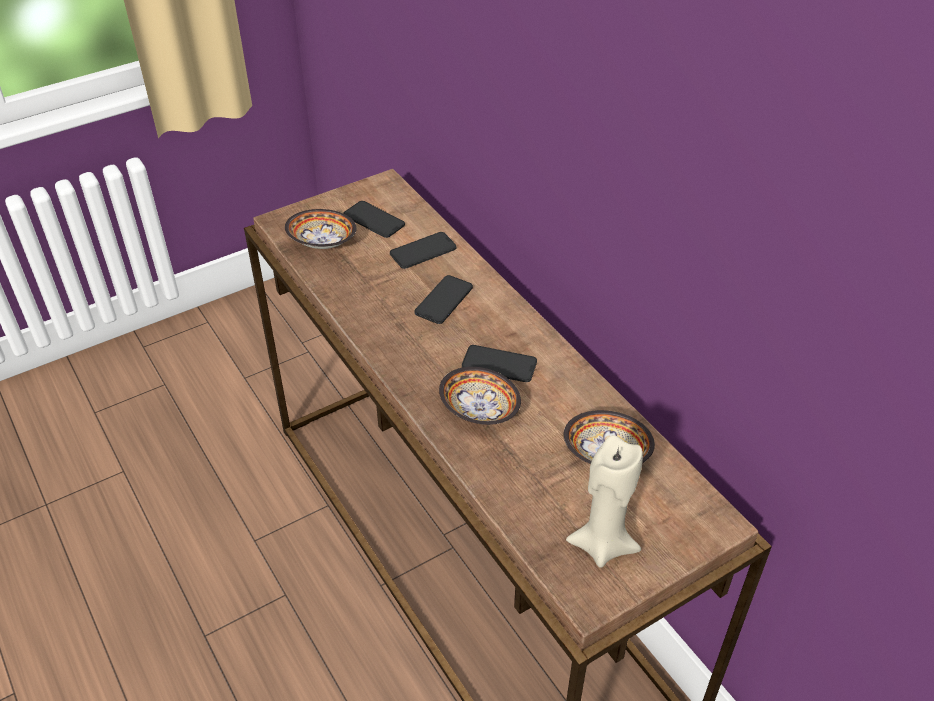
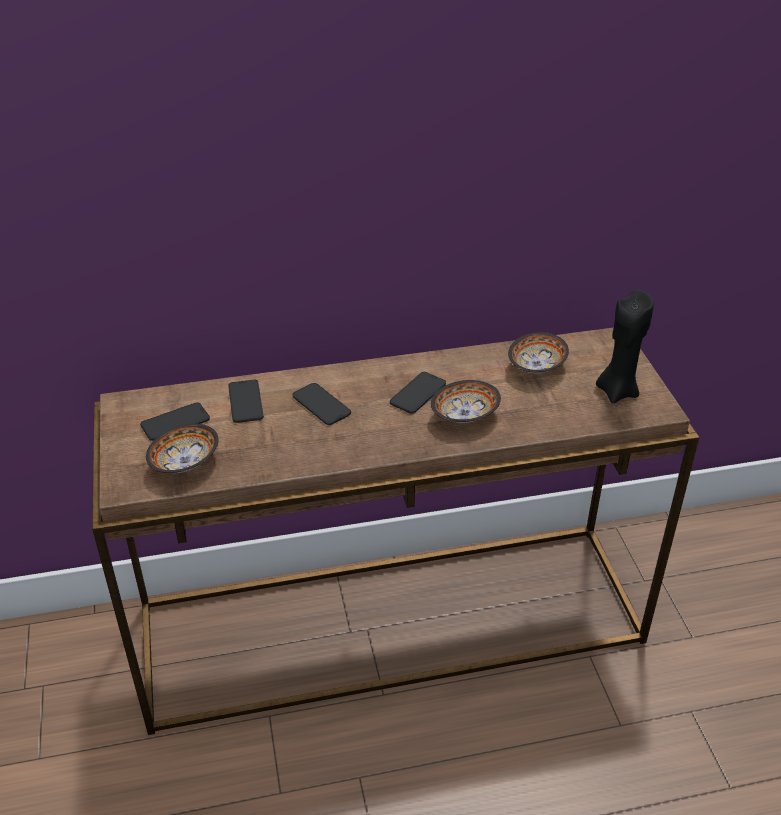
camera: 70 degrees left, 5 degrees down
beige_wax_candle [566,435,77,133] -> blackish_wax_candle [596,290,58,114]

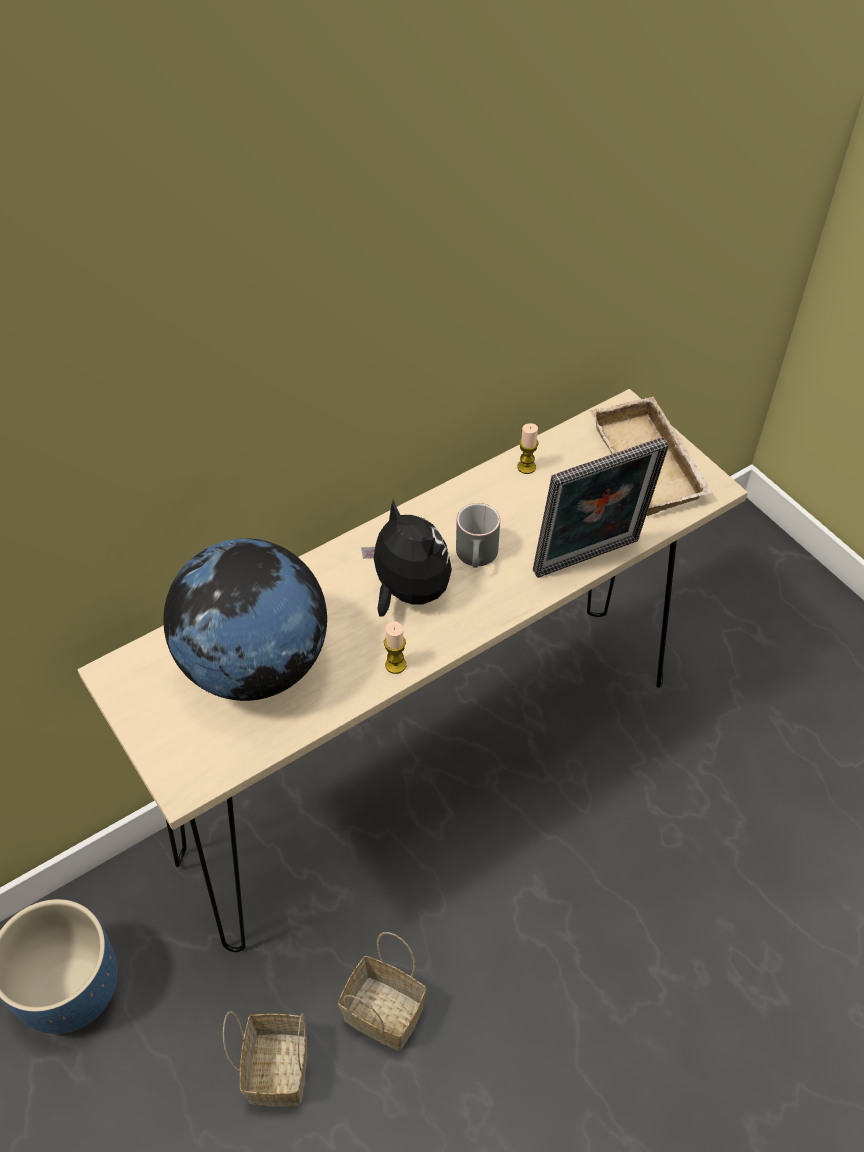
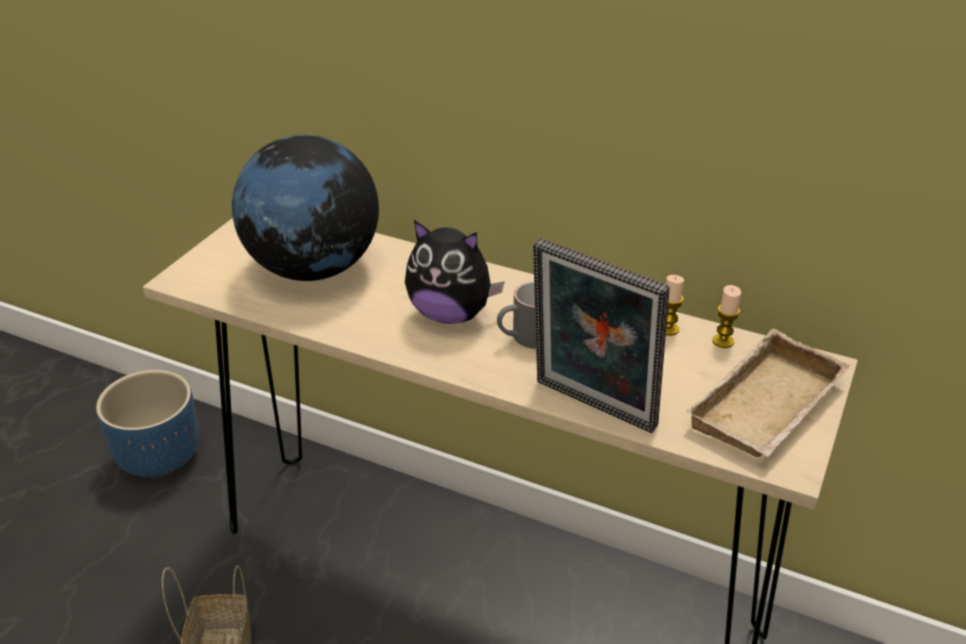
camera: 60 degrees right, 15 degrees down
soft_toy [361,500,91,117] -> soft_toy [405,220,100,104], 90 degrees clockwise
wax_candle [384,621,22,53] -> wax_candle [713,285,28,63], move
household_basket [223,1011,84,96] -> none

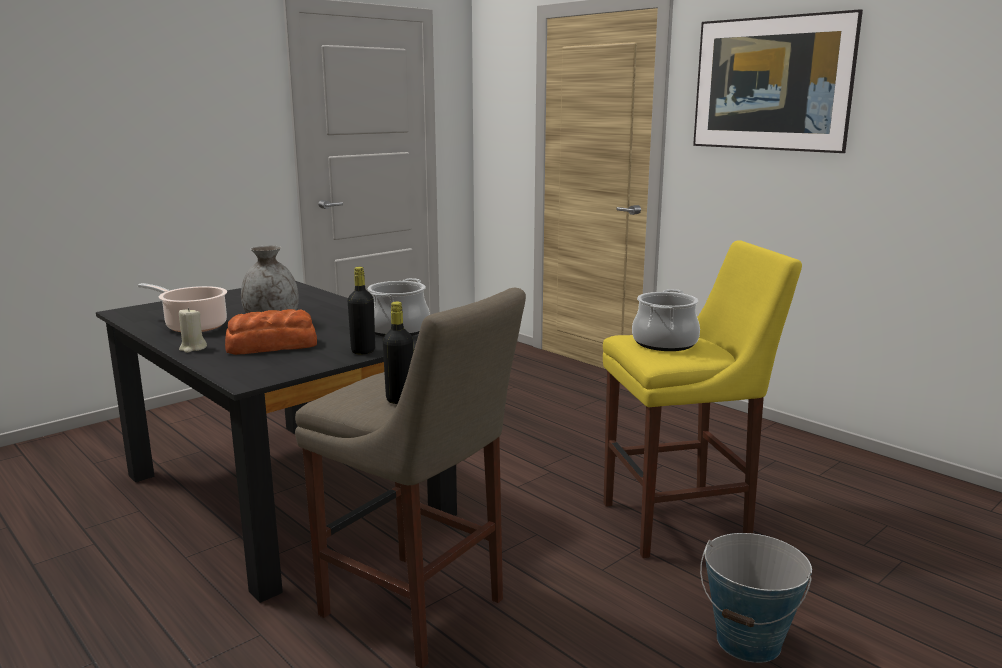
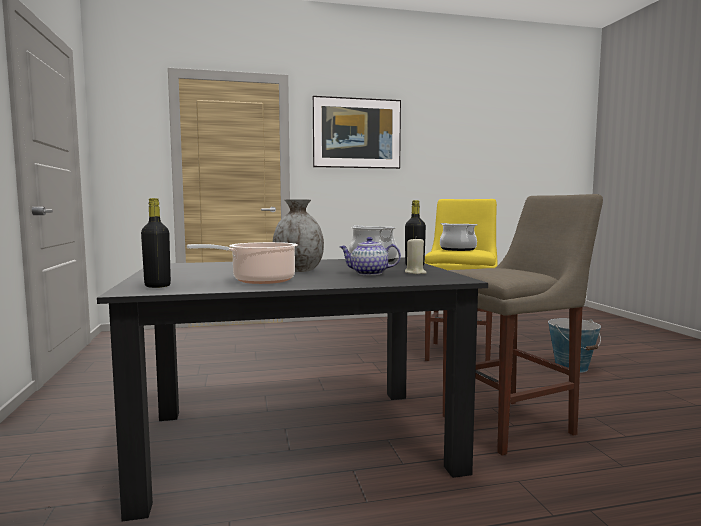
camera: 60 degrees left, 10 degrees down
blackish_beverage_bottle [383,302,30,102] -> blackish_beverage_bottle [141,198,30,90], move
beige_wax_candle [179,308,28,45] -> beige_wax_candle [405,237,22,37], move
bread [225,309,92,46] -> pot_for_tea [340,237,61,38]

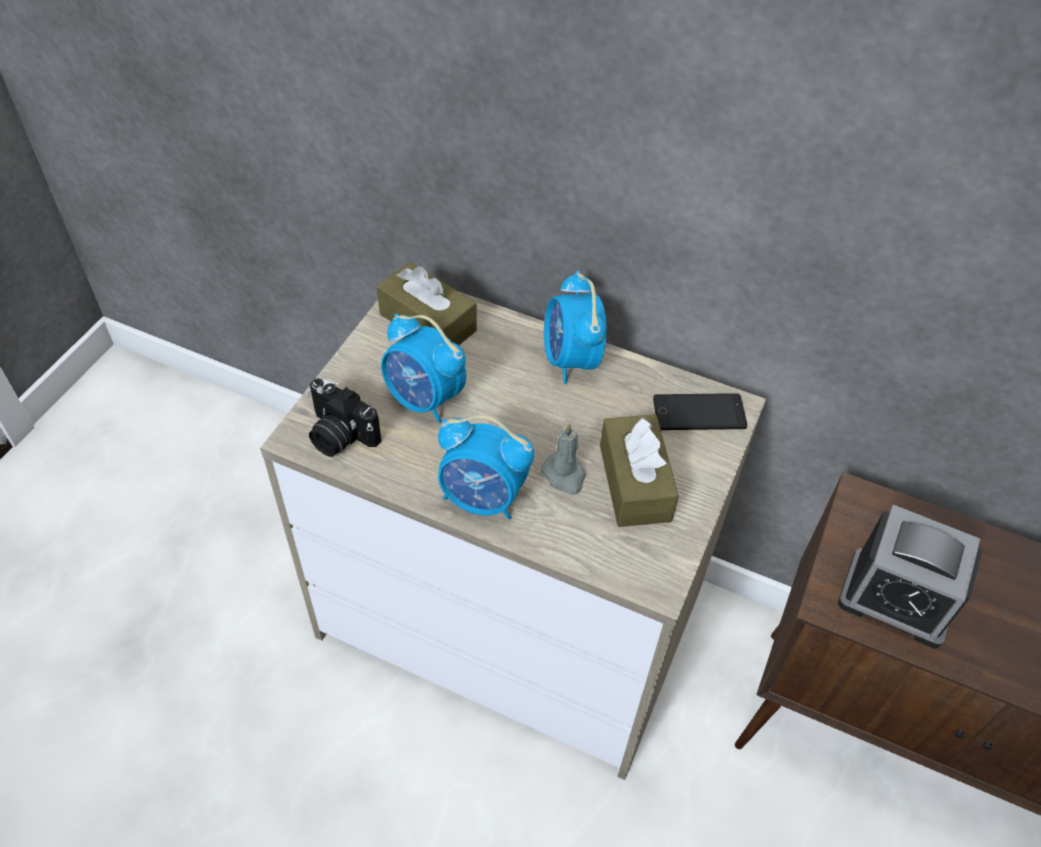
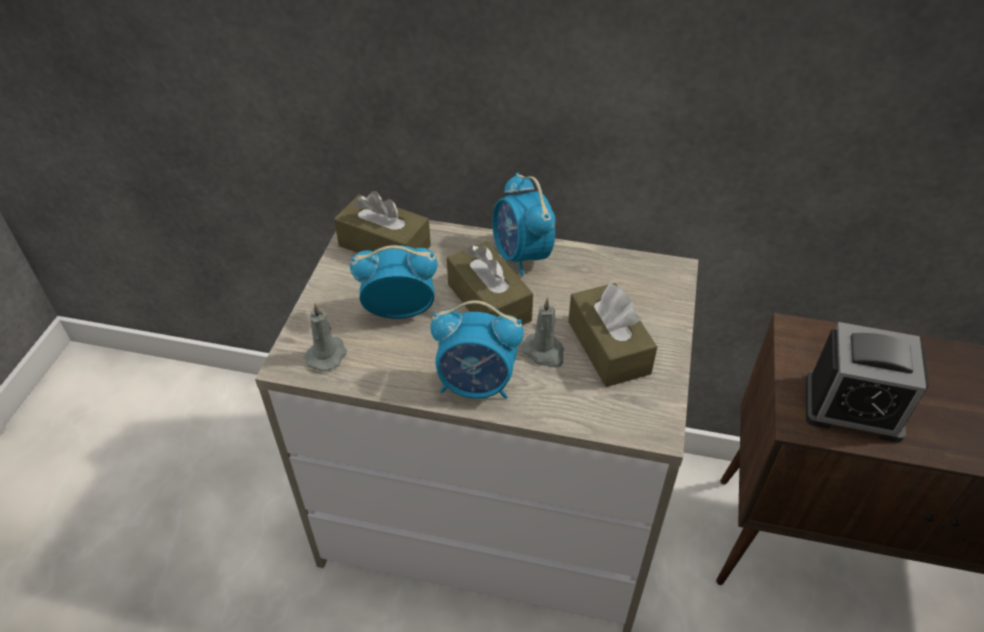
camera: 10 degrees left, 5 degrees down
bedside_clock [381,313,85,110] -> bedside_clock [350,245,87,74], 150 degrees clockwise
still_camera [307,378,74,79] -> grey_wax_candle [305,303,42,69]
handset [653,393,94,37] -> none
none -> brown_tissue_box [447,241,86,84]

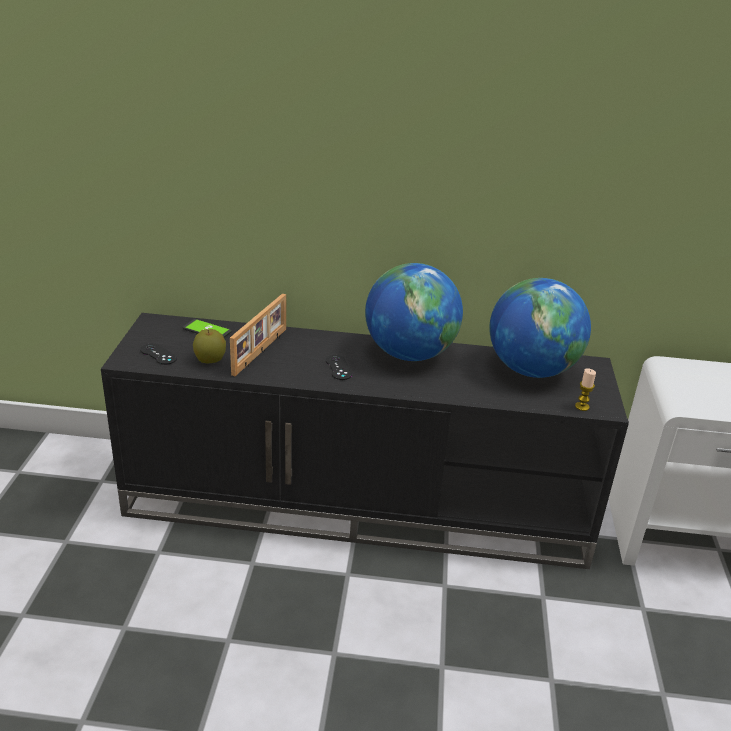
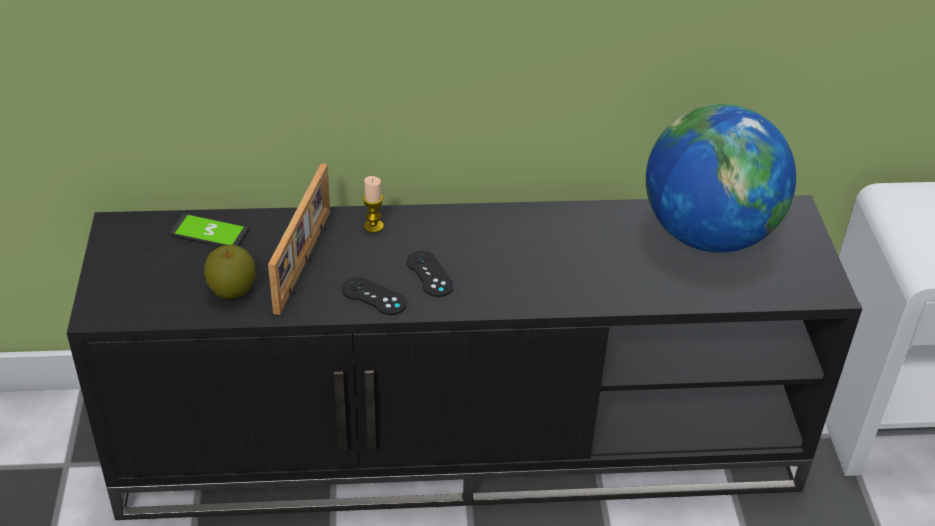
camera: 10 degrees left, 10 degrees up
desk_globe [365,263,98,98] -> none
blackish_gamepad [140,344,37,21] -> blackish_gamepad [342,277,65,38], move
wax_candle [575,368,21,43] -> wax_candle [363,176,21,57], move

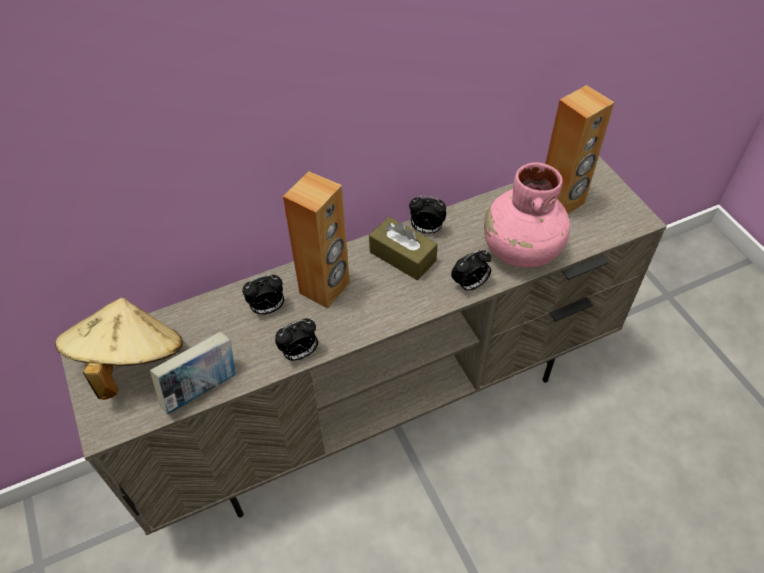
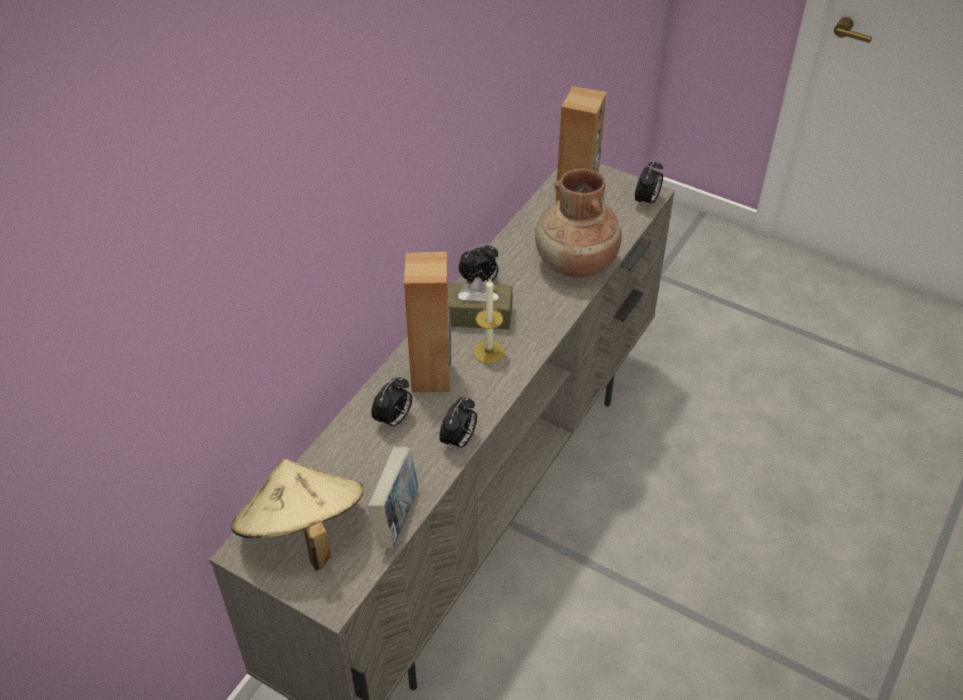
camera: 35 degrees left, 5 degrees down
pink-coloured_flower_vase [484,162,86,106] -> brown_flower_vase [535,169,87,109]
bedside_clock [451,250,41,41] -> bedside_clock [635,160,28,49], move
none -> wax_candle [474,278,31,86]

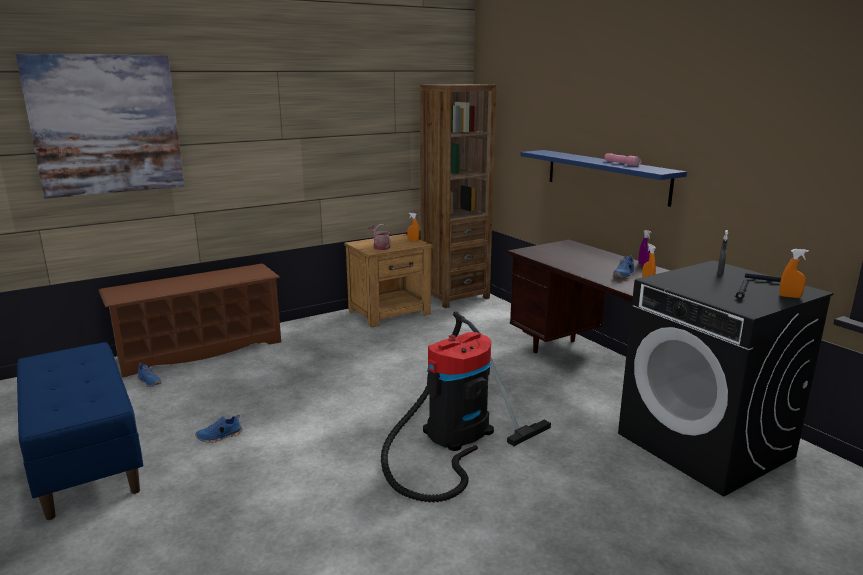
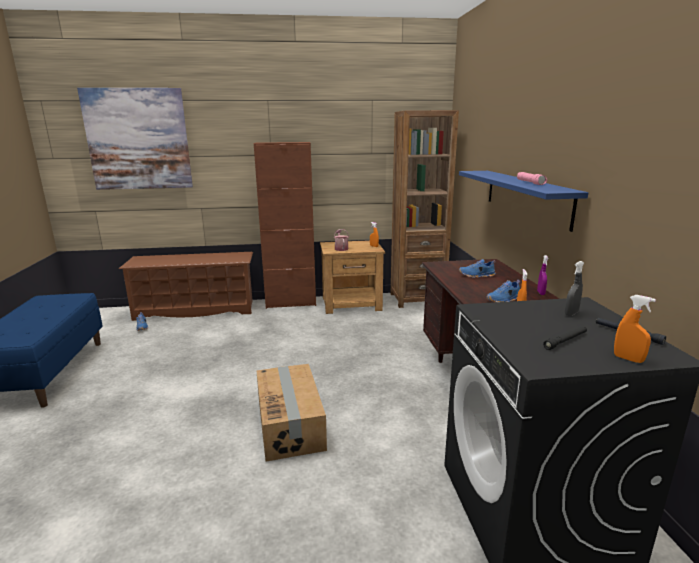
camera: 25 degrees right, 0 degrees up
vacuum_cleaner [381,312,170,191] -> cardboard_box [257,364,70,98]
bluish_shoe [195,414,47,29] -> bluish_shoe [459,259,37,19], move
none -> brown_cupboard [254,142,62,167]

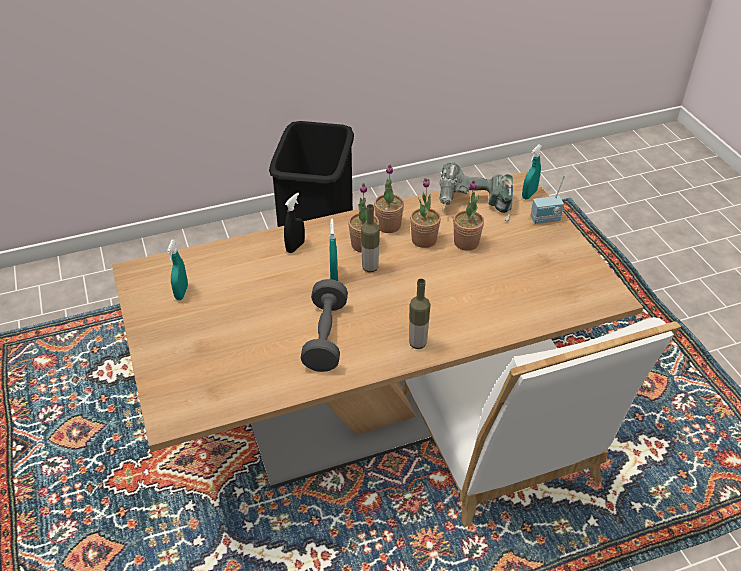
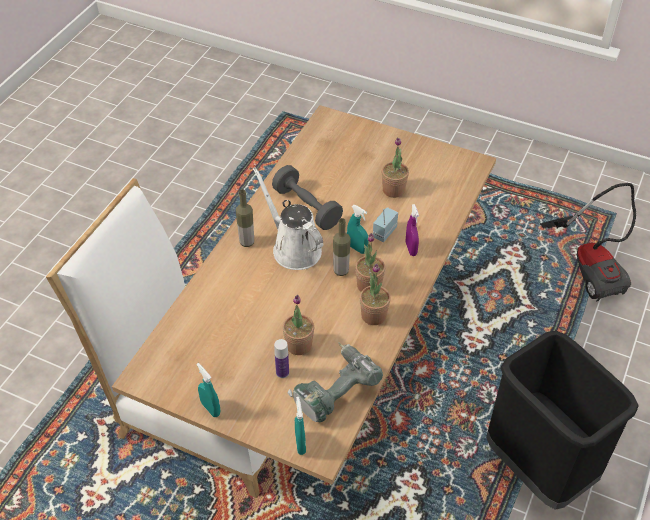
camera: 135 degrees right, 5 degrees up
radio_set [530,176,35,48] -> radio_set [373,207,25,35], move
potted_plant [410,178,31,70] -> potted_plant [381,138,28,60], move
blackish_spray_bottle [284,193,21,60] -> purple_spray_bottle [406,204,13,52]
turquoise_spray_bottle [167,239,21,61] -> turquoise_spray_bottle [196,363,25,54], move
none -> white_sprinkling_can [253,167,70,103]
none -> vacuum_cleaner [540,183,96,118]
none -> beverage_bottle [274,339,15,39]

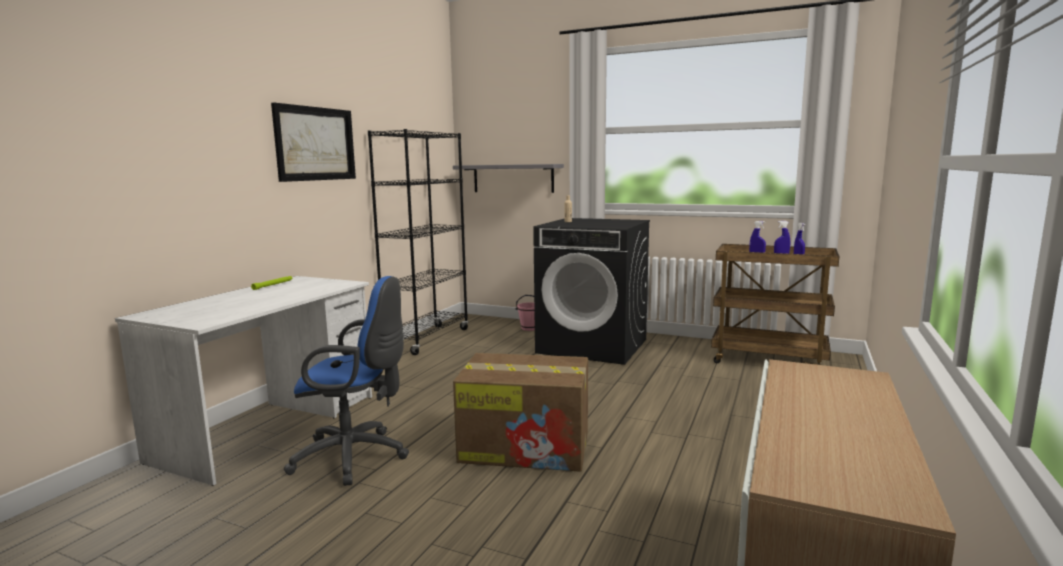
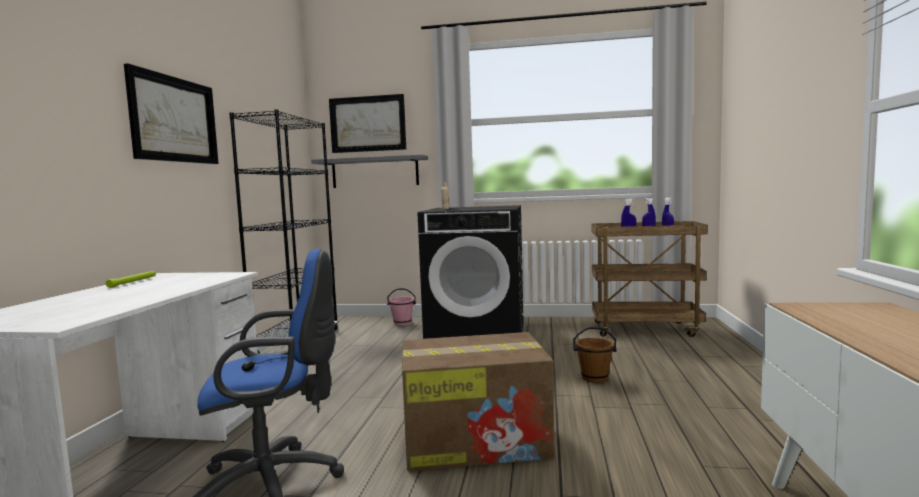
camera: 15 degrees left, 5 degrees down
none -> wall_picture [329,94,77,59]
none -> brown_water_bucket [573,327,44,56]

